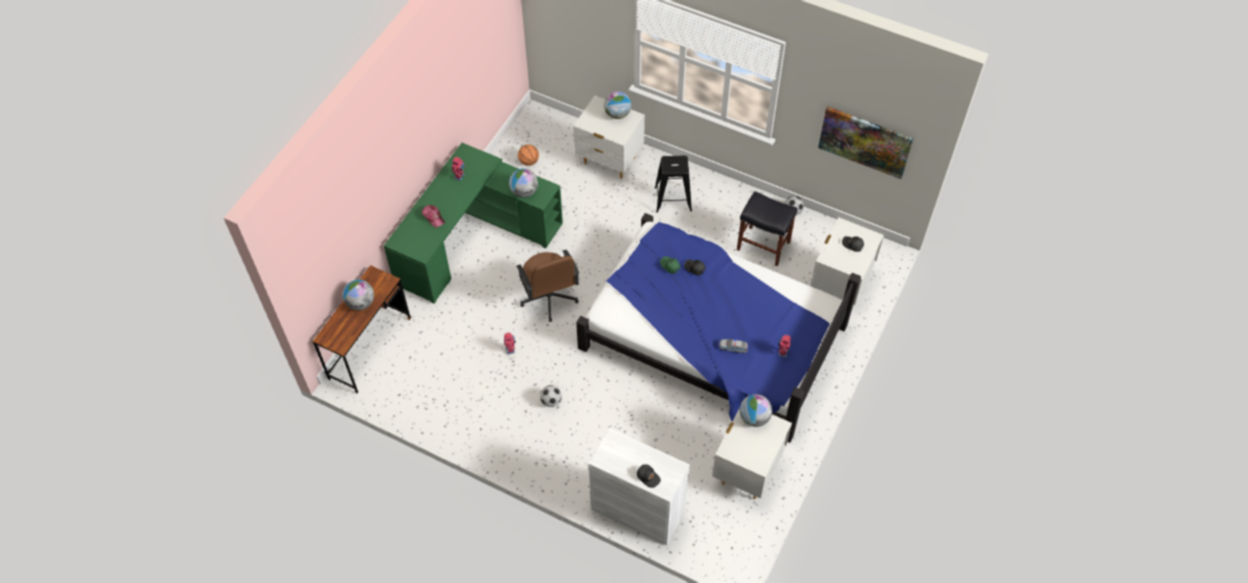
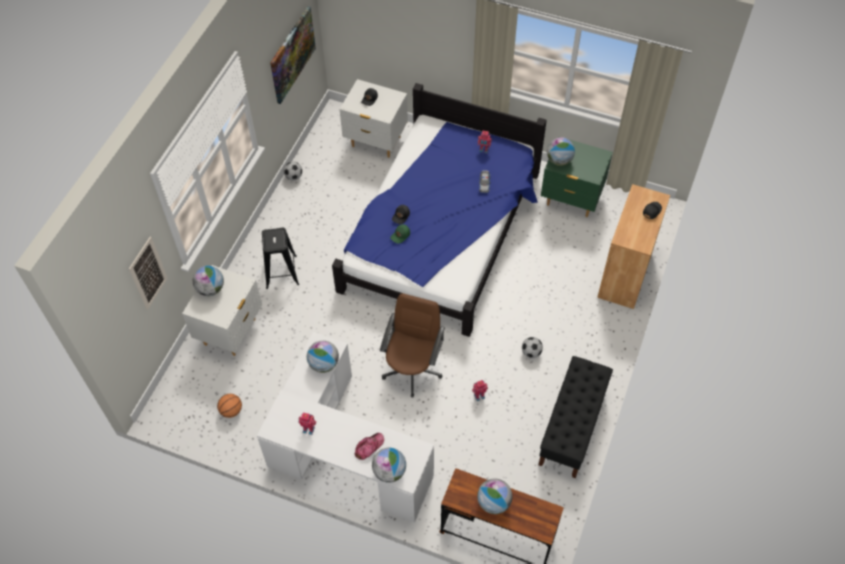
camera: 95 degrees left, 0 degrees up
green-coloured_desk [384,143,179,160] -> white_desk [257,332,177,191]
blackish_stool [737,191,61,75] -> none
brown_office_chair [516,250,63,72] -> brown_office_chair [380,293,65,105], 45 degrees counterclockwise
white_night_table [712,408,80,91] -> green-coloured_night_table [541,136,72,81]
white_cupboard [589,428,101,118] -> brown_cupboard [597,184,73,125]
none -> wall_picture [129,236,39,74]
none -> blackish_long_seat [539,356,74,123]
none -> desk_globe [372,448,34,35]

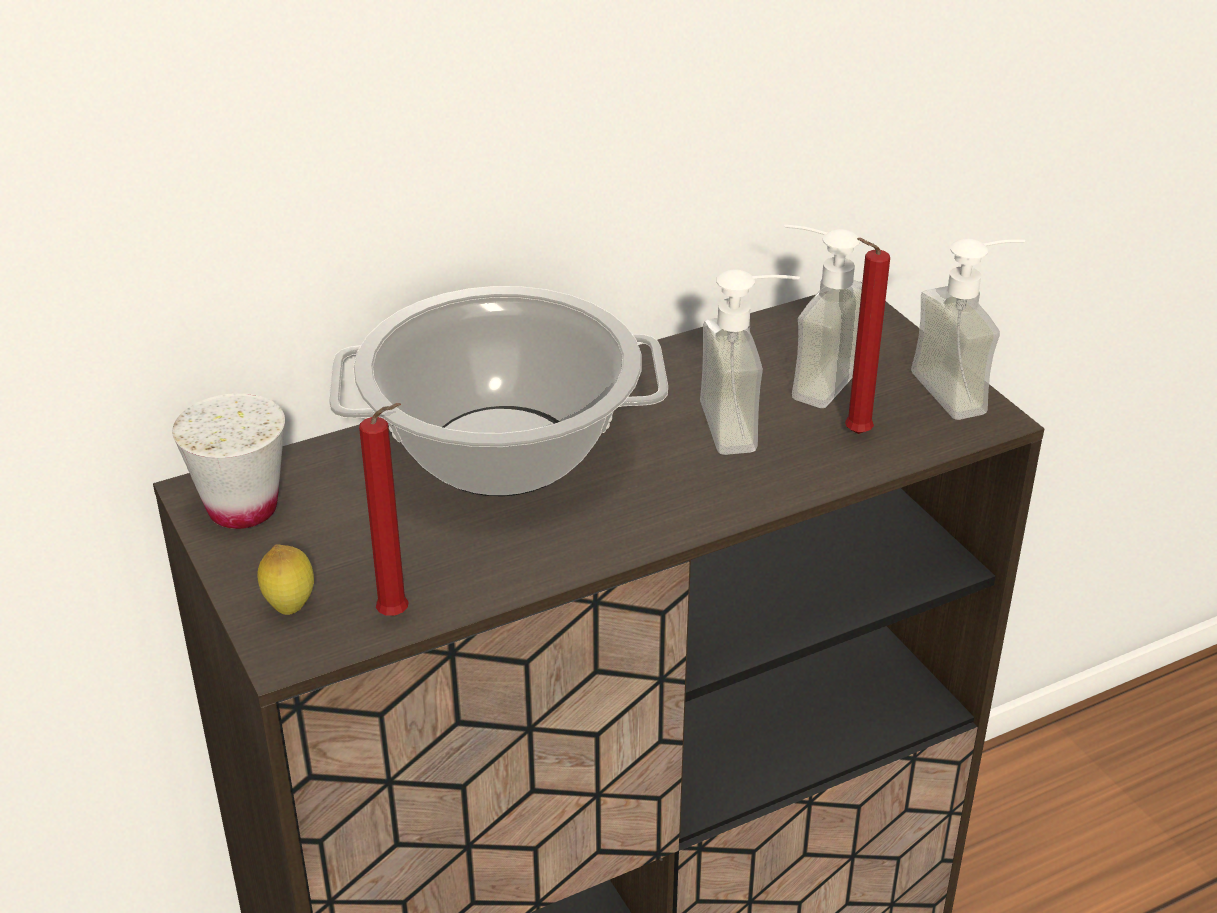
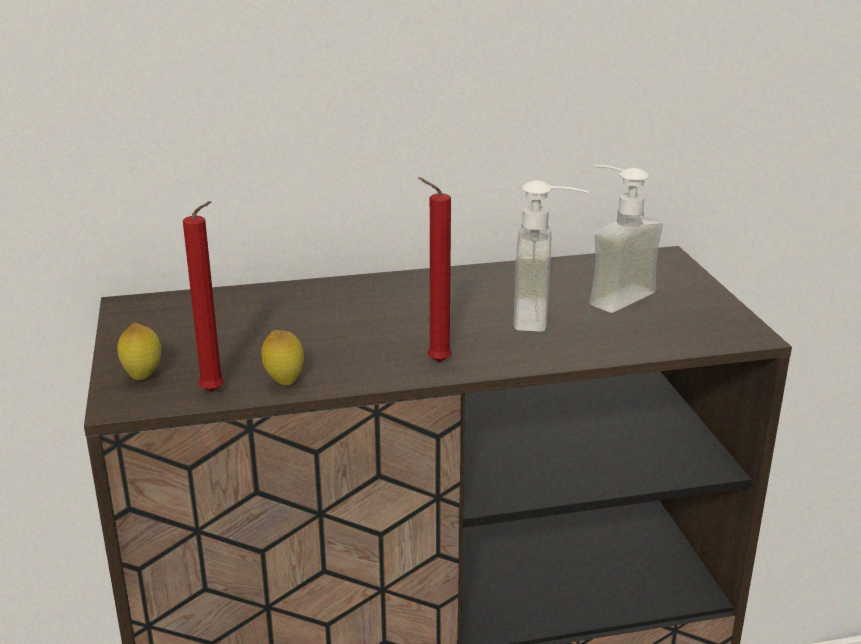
camera: 15 degrees right, 10 degrees down
reddish_wax_candle [845,238,45,196] -> reddish_wax_candle [418,177,34,186], move
soap_dispenser [911,238,114,182] -> none
cooking_pot [329,286,339,210] -> none
white_cup [172,393,113,136] -> none
none -> citrus_fruit [261,330,43,56]

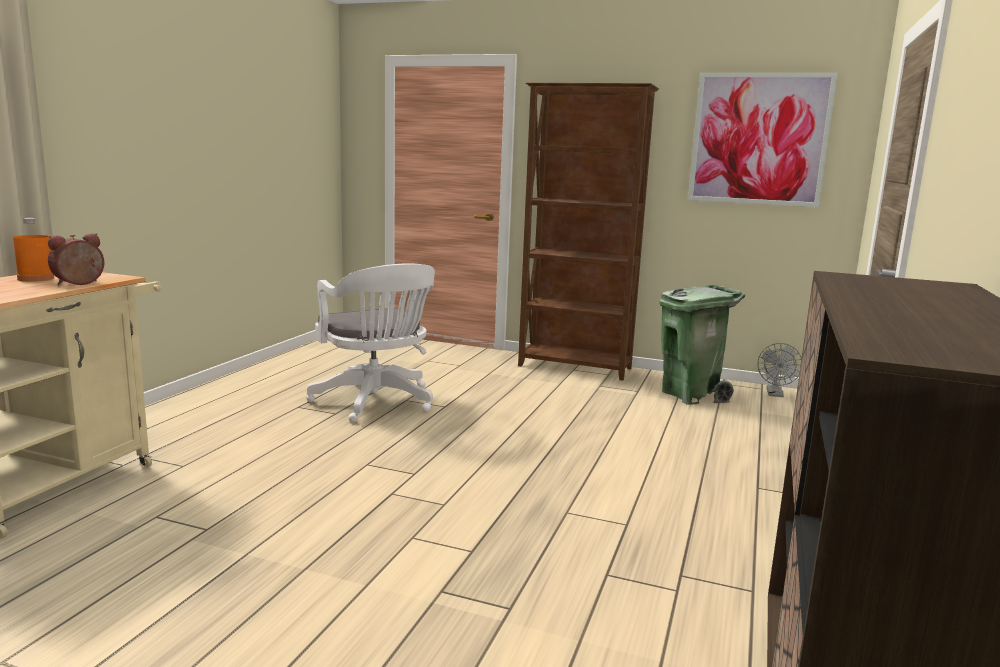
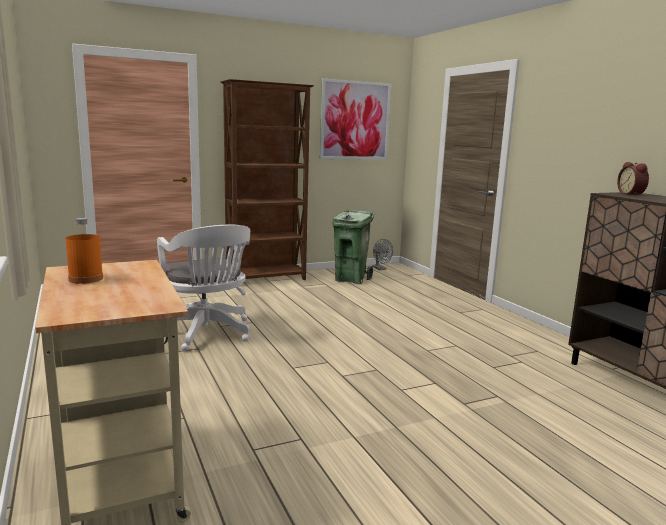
camera: 45 degrees left, 0 degrees up
bedside_clock [48,233,56,52] -> bedside_clock [617,162,32,34], move
white_office_chair [306,263,129,159] -> white_office_chair [157,225,94,126], 45 degrees clockwise

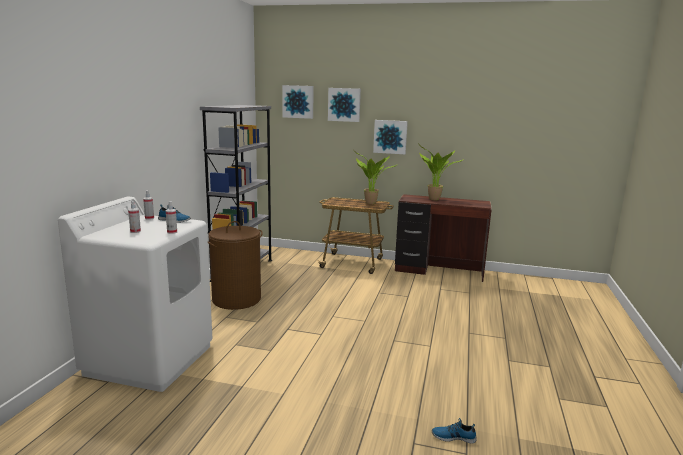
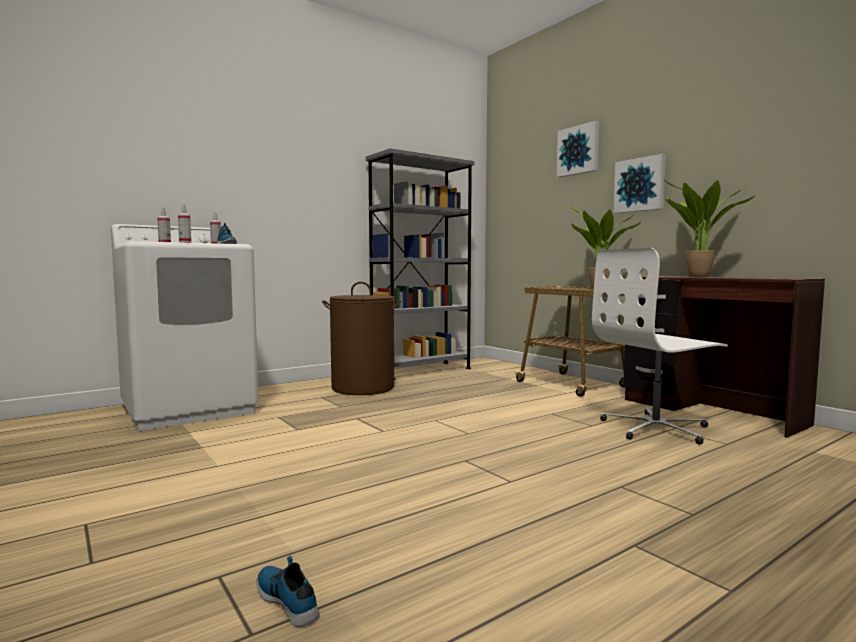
camera: 40 degrees right, 10 degrees down
wall_picture [282,85,32,34] -> none
none -> white_office_chair [592,248,136,197]

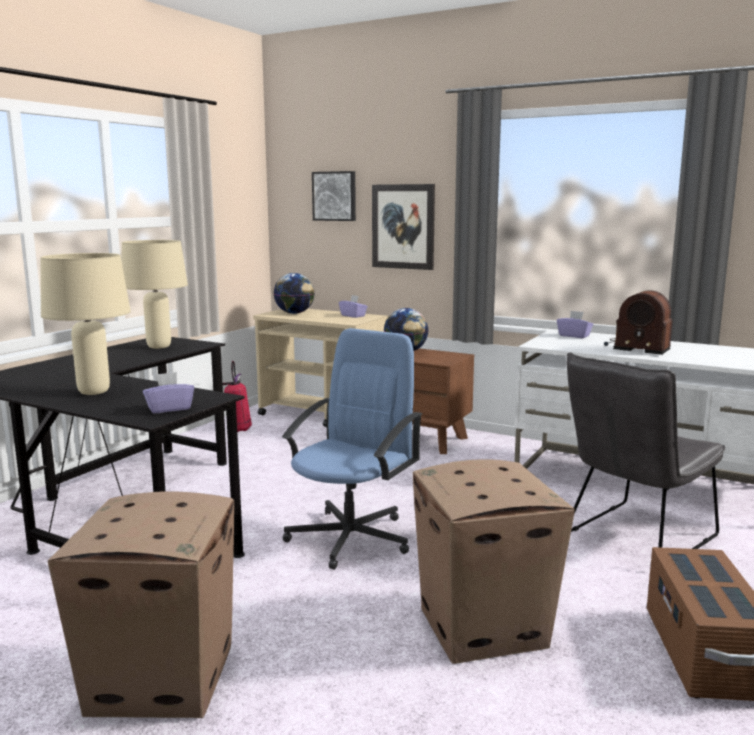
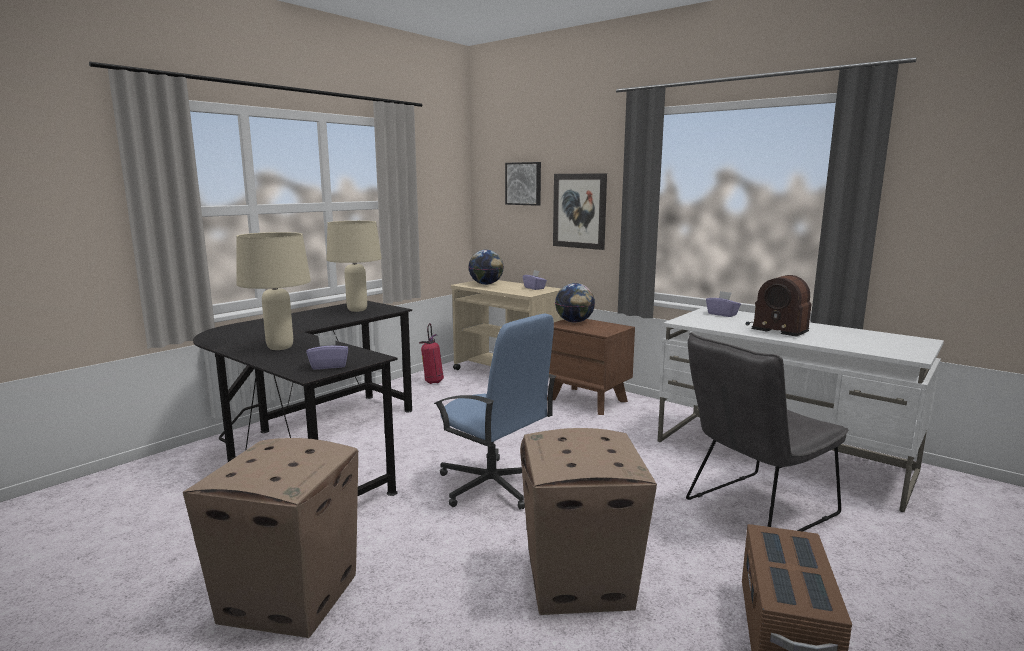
camera: 10 degrees right, 0 degrees up
bluish_office_chair [282,328,141,242] -> bluish_office_chair [434,313,122,197], 90 degrees clockwise

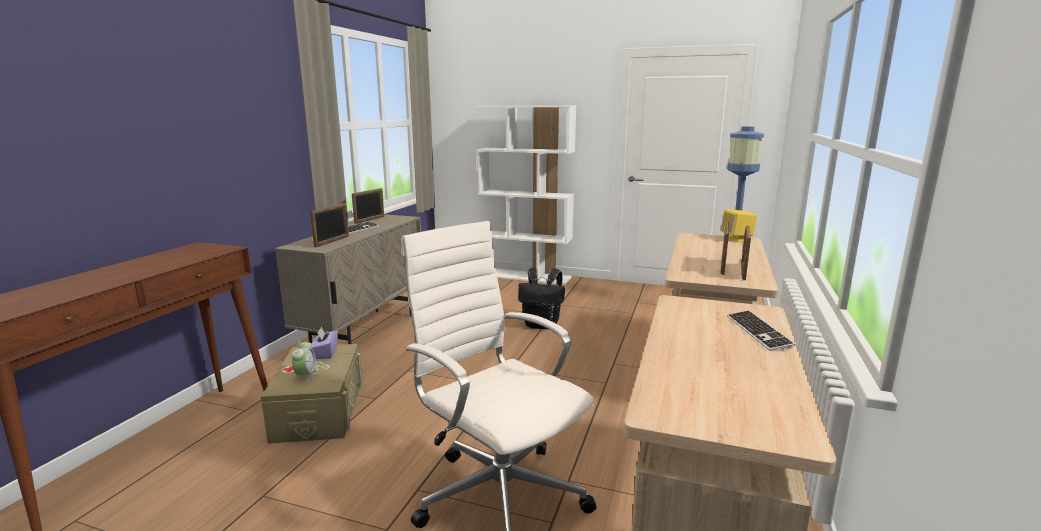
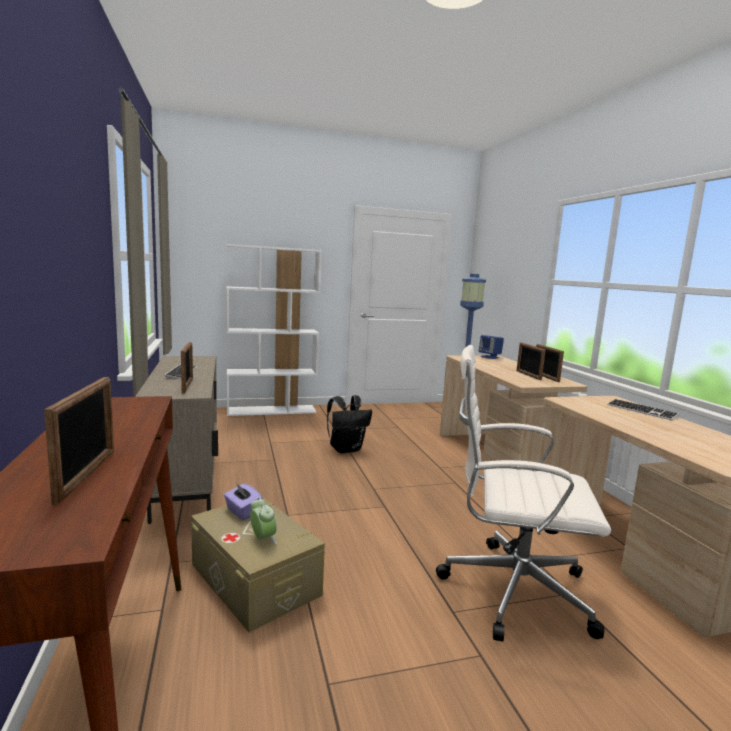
camera: 35 degrees left, 5 degrees down
picture_frame [352,188,32,36] -> picture_frame [44,377,70,128], move
yellow_speaker [721,209,36,33] -> bluish_speaker [479,335,25,24]

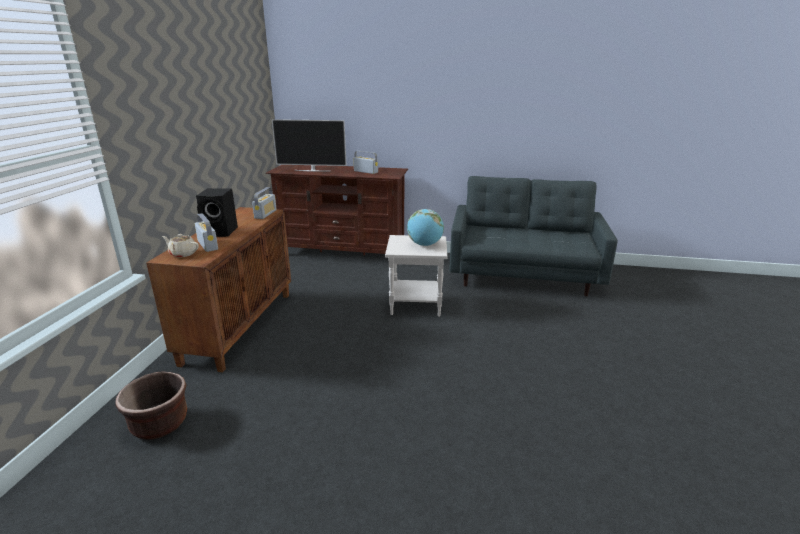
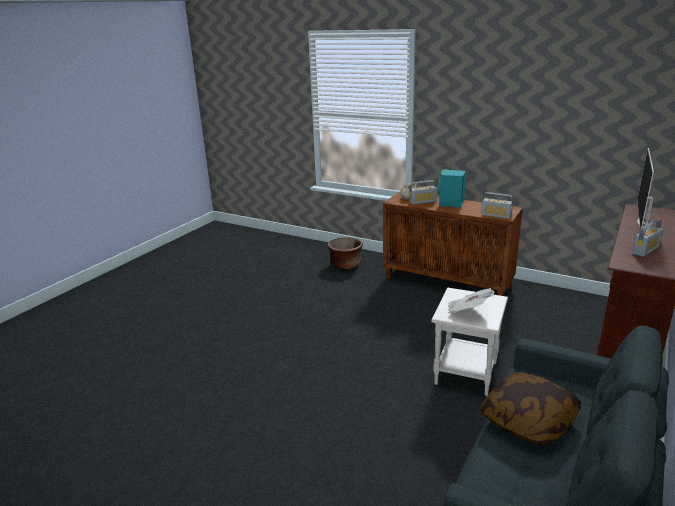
camera: 110 degrees right, 0 degrees up
blackish_speaker [196,188,42,49] -> turquoise_speaker [438,169,28,39]
desk_globe [407,209,37,37] -> printed_paper [448,288,46,25]
none -> cushion [480,372,101,74]

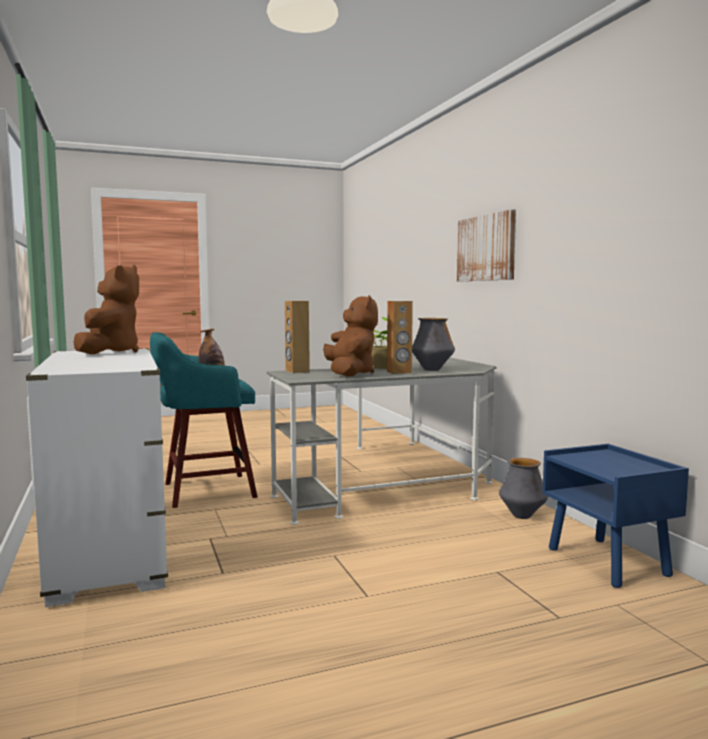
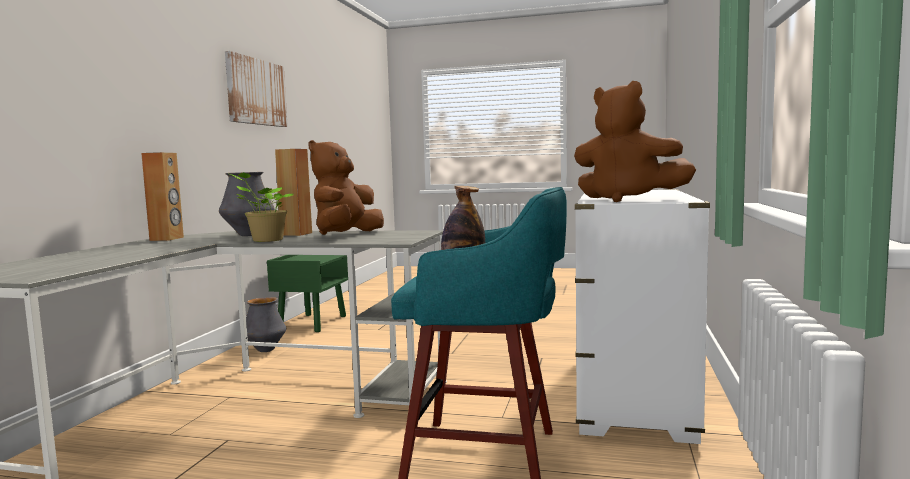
camera: 145 degrees left, 0 degrees up
wall_picture [457,209,59,72] -> wall_picture [225,51,63,76], move
brown_soft_toy [73,265,66,89] -> brown_soft_toy [574,81,122,121], 90 degrees counterclockwise
brown_speaker [285,301,25,72] -> brown_speaker [141,152,43,89], move
bluish_night_table [542,444,147,144] -> green-coloured_night_table [267,255,81,77]

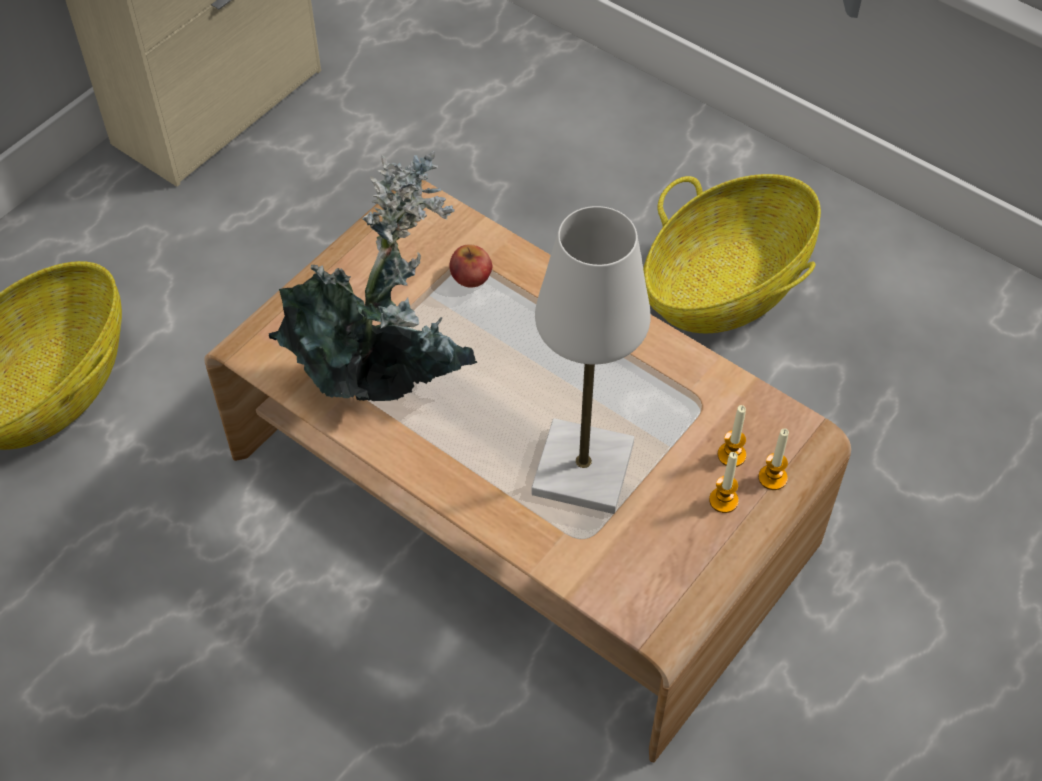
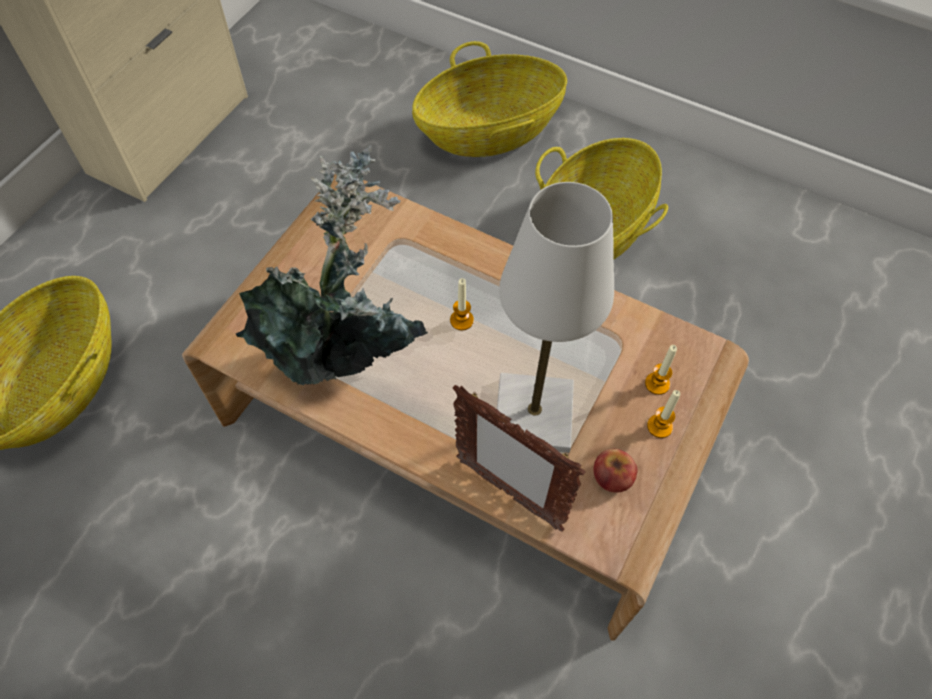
camera: 10 degrees left, 5 degrees up
apple_fruit [449,245,43,43] -> apple_fruit [594,449,44,44], move
wax_candle [758,428,31,62] -> wax_candle [450,278,24,52], move
none -> household_basket [412,41,155,116]
none -> picture_frame [453,385,133,147]

